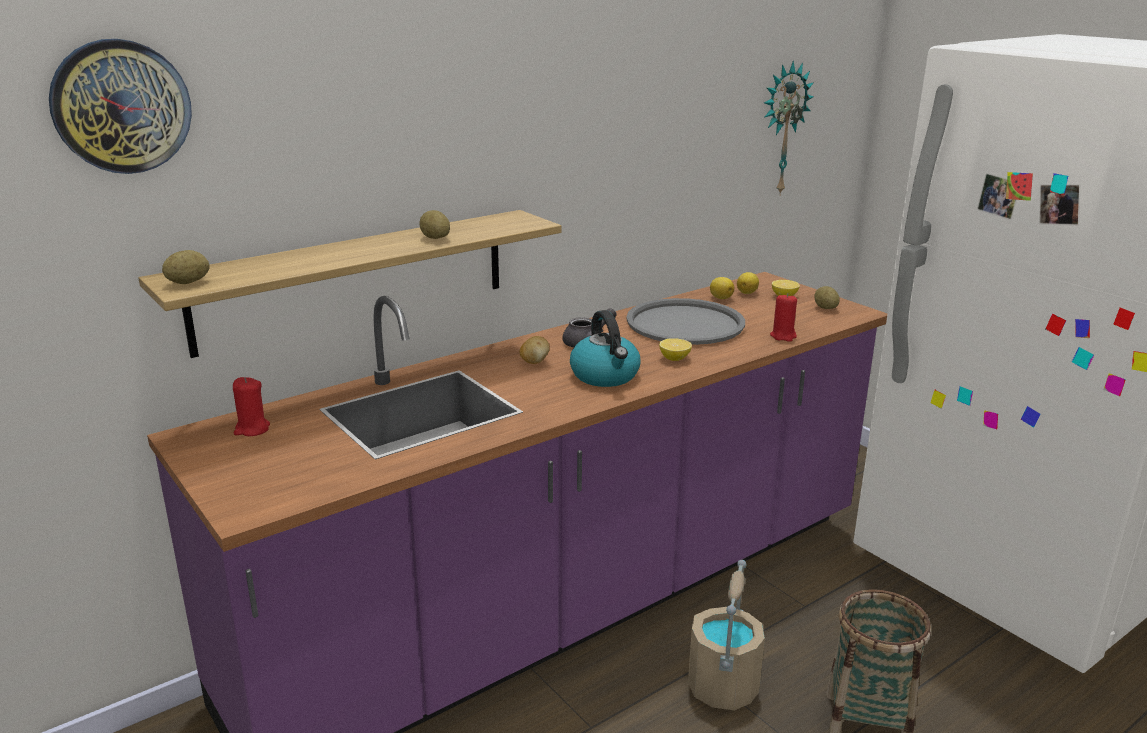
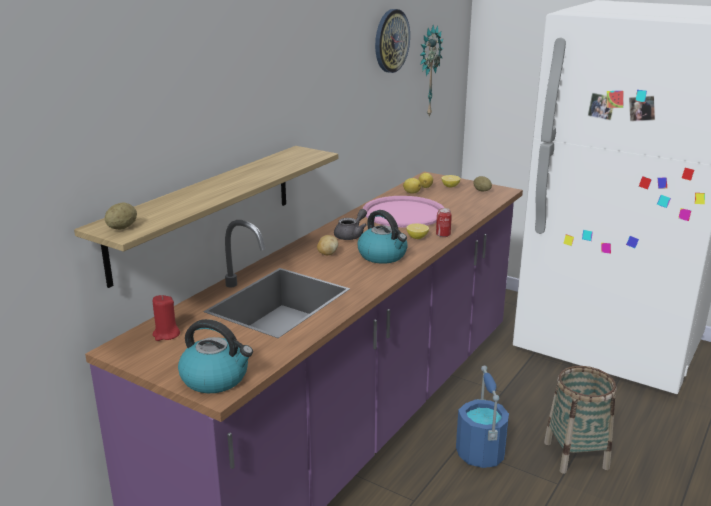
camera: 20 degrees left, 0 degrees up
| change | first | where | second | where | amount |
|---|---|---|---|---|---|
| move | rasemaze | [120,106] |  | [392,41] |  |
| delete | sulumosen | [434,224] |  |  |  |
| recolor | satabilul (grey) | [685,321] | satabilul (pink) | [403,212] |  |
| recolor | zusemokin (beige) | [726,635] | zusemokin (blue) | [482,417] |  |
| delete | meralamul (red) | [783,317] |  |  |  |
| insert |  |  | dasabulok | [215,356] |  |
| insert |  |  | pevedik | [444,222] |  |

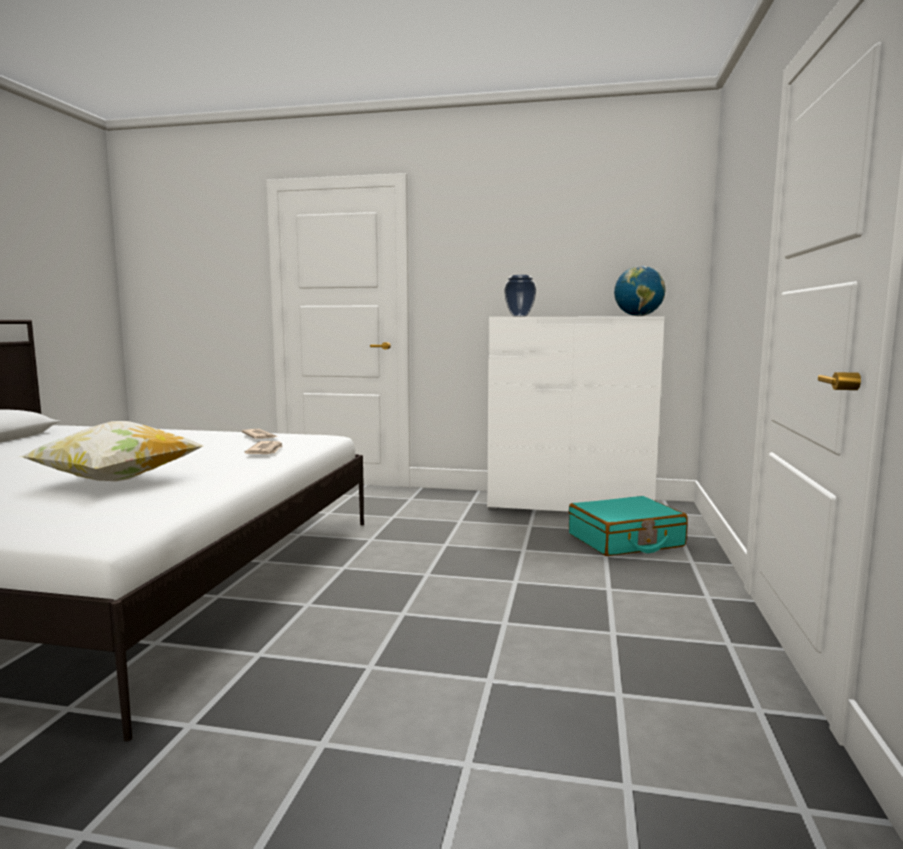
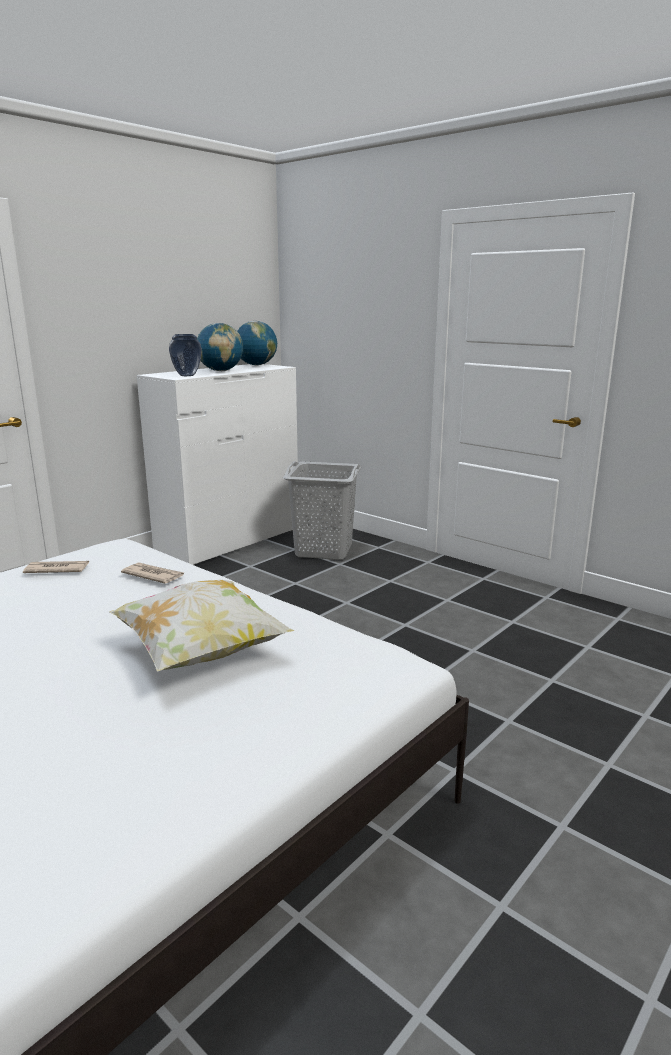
camera: 60 degrees left, 10 degrees up
| change | first | where | second | where | amount |
|---|---|---|---|---|---|
| replace | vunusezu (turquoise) | [628,526] | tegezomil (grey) | [322,510] |  |
| insert |  |  | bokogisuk | [220,347] |  |

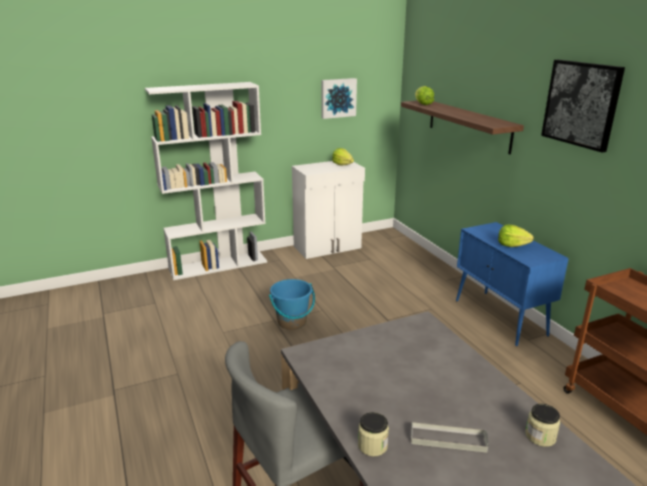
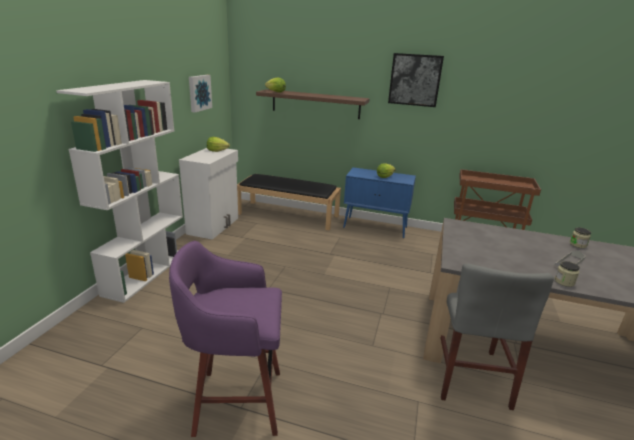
camera: 50 degrees left, 0 degrees up
| change | first | where | second | where | amount |
|---|---|---|---|---|---|
| delete | zusemokin (blue) | [292,304] |  |  |  |
| insert |  |  | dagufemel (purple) | [225,339] |  |
| insert |  |  | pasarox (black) | [289,202] |  |

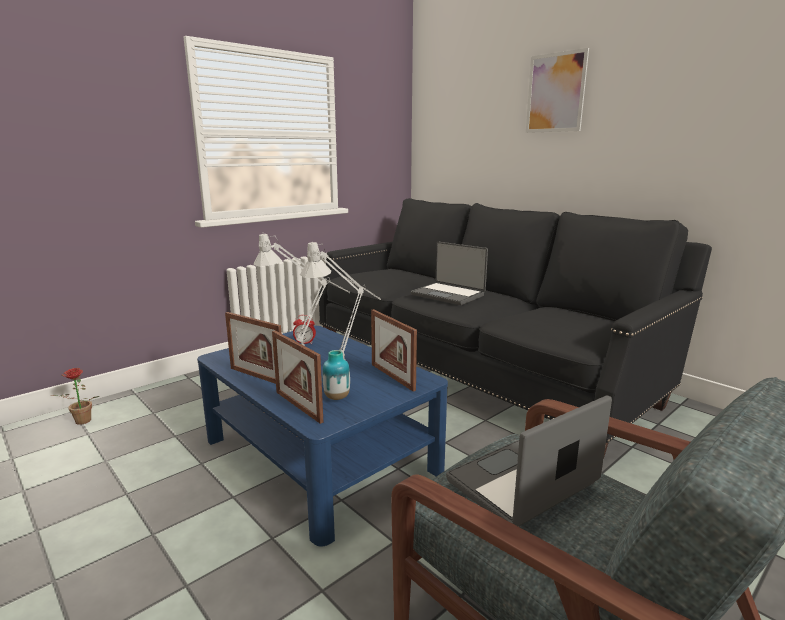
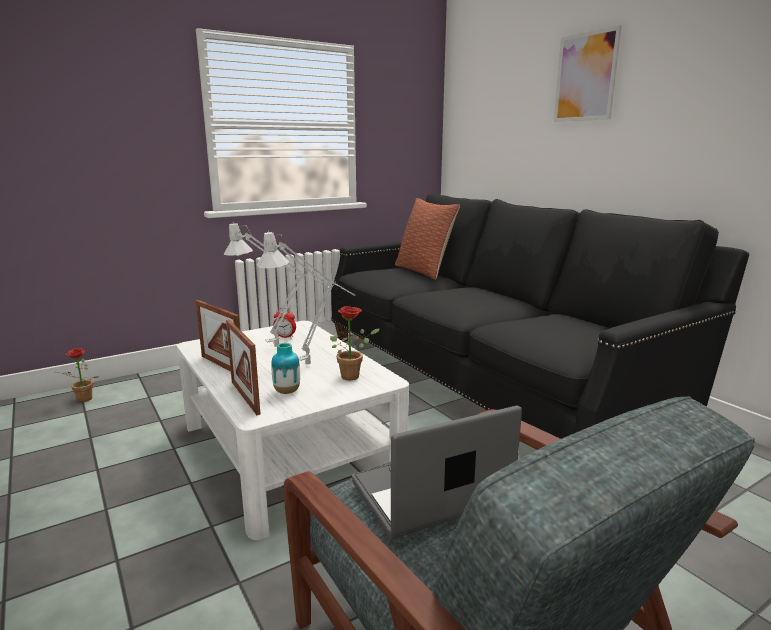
camera: 10 degrees right, 0 degrees up
| change | first | where | second | where | amount |
|---|---|---|---|---|---|
| recolor | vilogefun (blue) | [322,436] | vilogefun (white) | [293,430] |  |
| replace | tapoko | [394,350] | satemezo | [355,343] |  |
| delete | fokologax | [449,273] |  |  |  |
| insert |  |  | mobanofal | [427,239] |  |

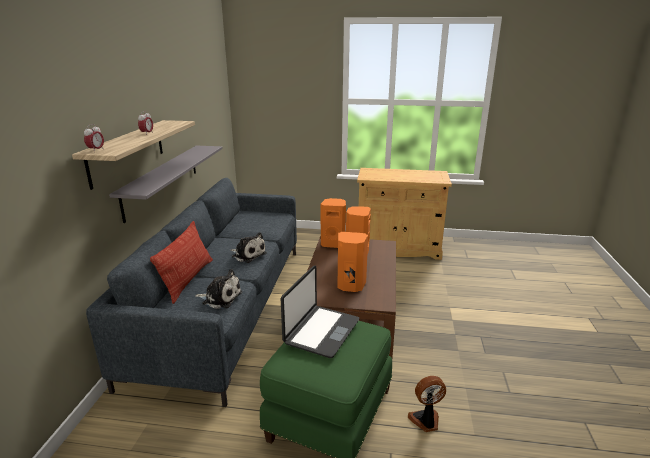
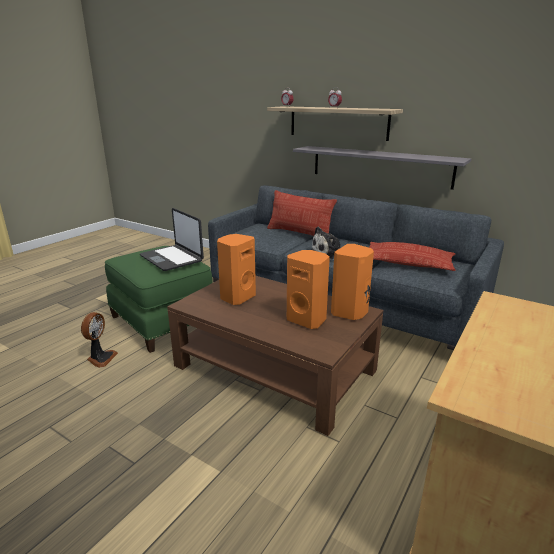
camera: 115 degrees right, 0 degrees up
| change | first | where | second | where | amount |
|---|---|---|---|---|---|
| delete | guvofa | [218,289] |  |  |  |
| insert |  |  | mobanofal | [412,256] |  |

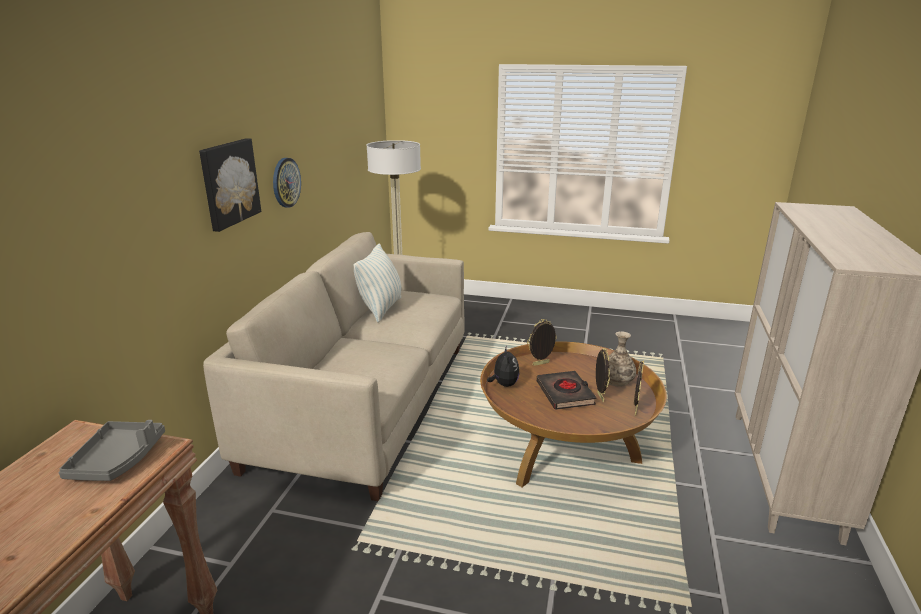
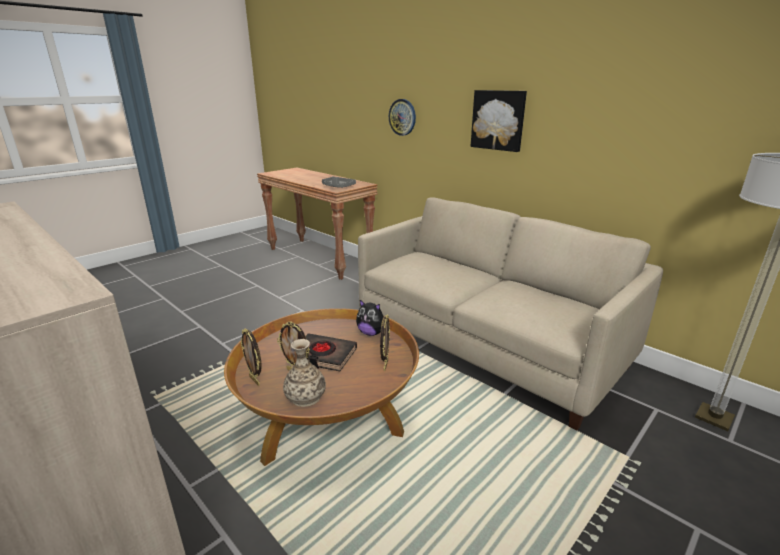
camera: 120 degrees right, 0 degrees up
| change | first | where | second | where | amount |
|---|---|---|---|---|---|
| move | rasemaze | [287,183] |  | [402,117] |  |
| delete | mobanofal | [377,283] |  |  |  |

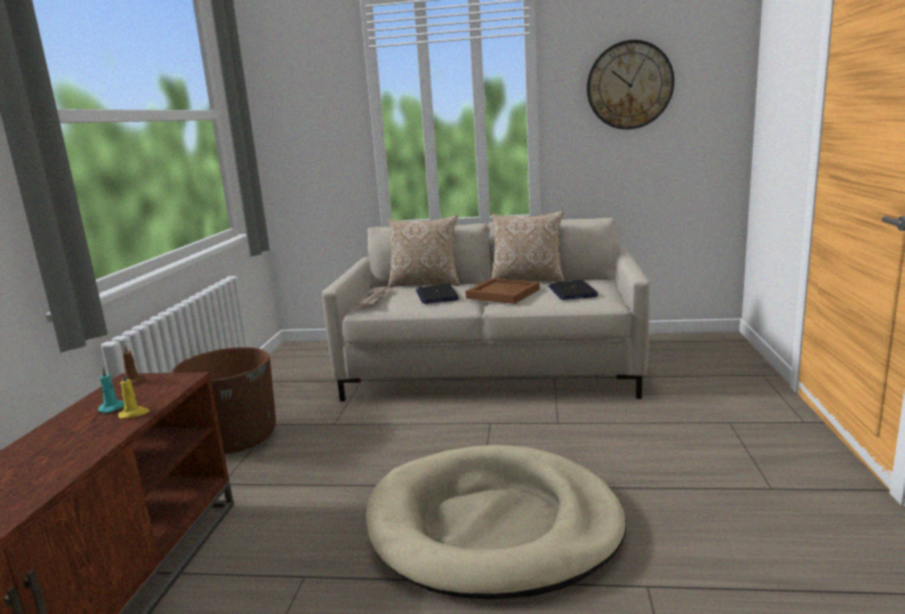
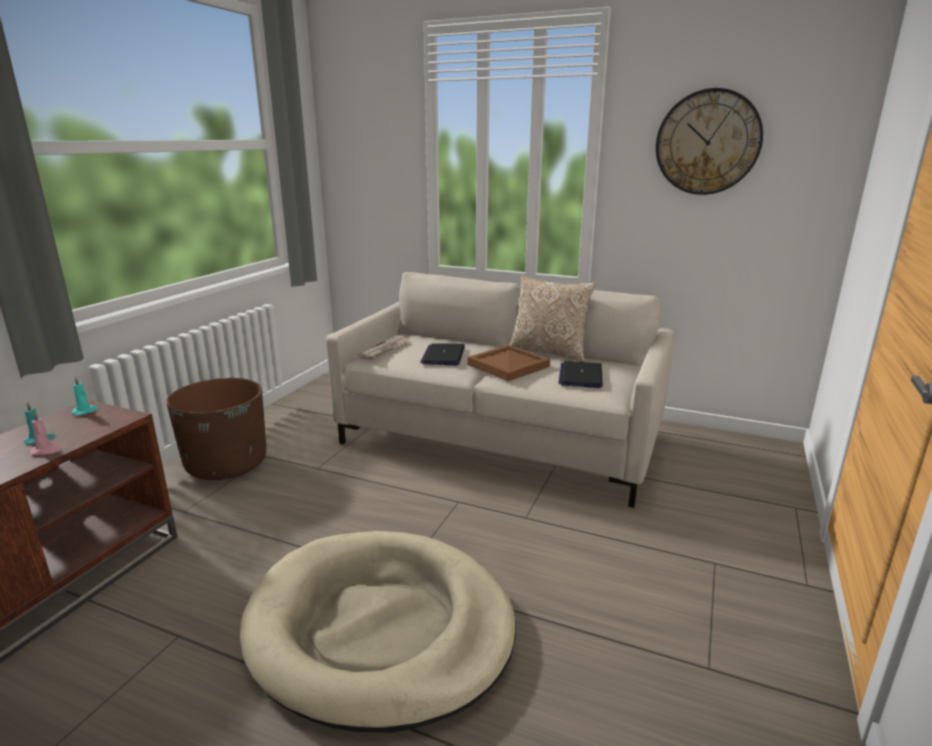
camera: 15 degrees right, 5 degrees up
| change | first | where | second | where | amount |
|---|---|---|---|---|---|
| recolor | meralamul (yellow) | [134,395] | meralamul (pink) | [45,433] |  |
| recolor | meralamul (brown) | [133,365] | meralamul (turquoise) | [85,396] |  |
| delete | mobanofal | [424,251] |  |  |  |

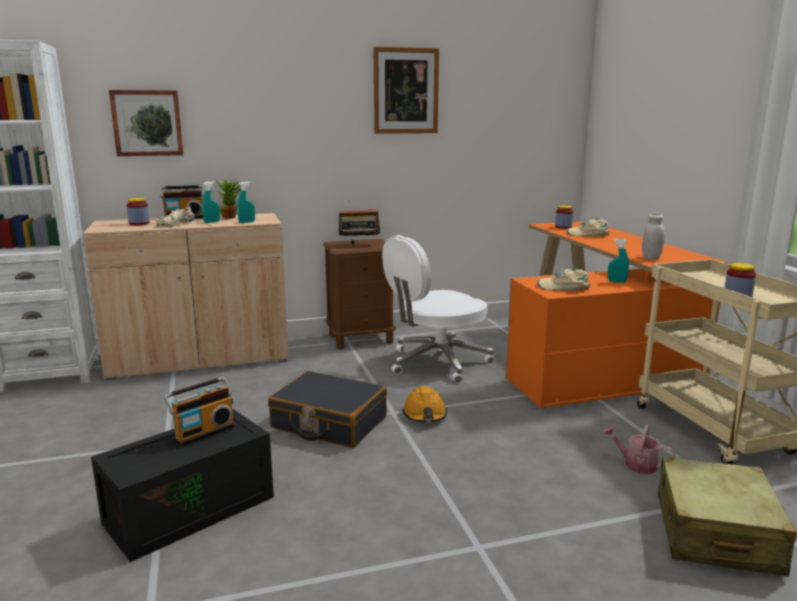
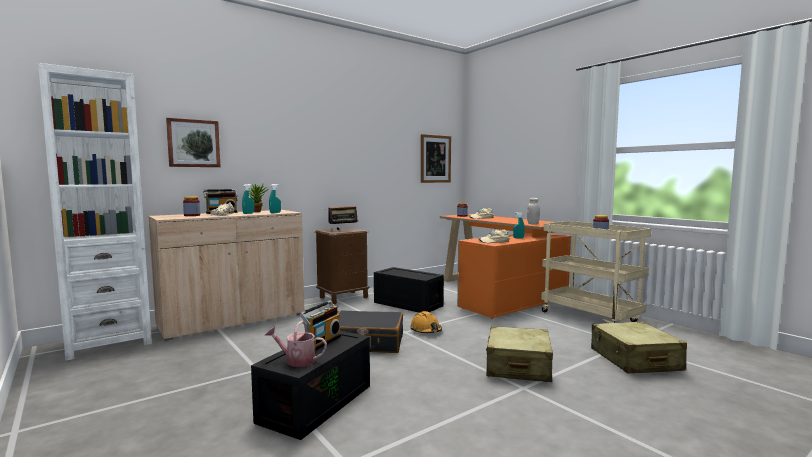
camera: 20 degrees left, 10 degrees down
| change | first | where | second | where | amount |
|---|---|---|---|---|---|
| move | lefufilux | [406,90] |  | [436,158] |  |
| replace | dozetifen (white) | [438,309] | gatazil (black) | [409,290] |  |
| move | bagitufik | [639,449] |  | [296,343] |  |
| insert |  |  | vunusezu (beige) | [519,354] |  |

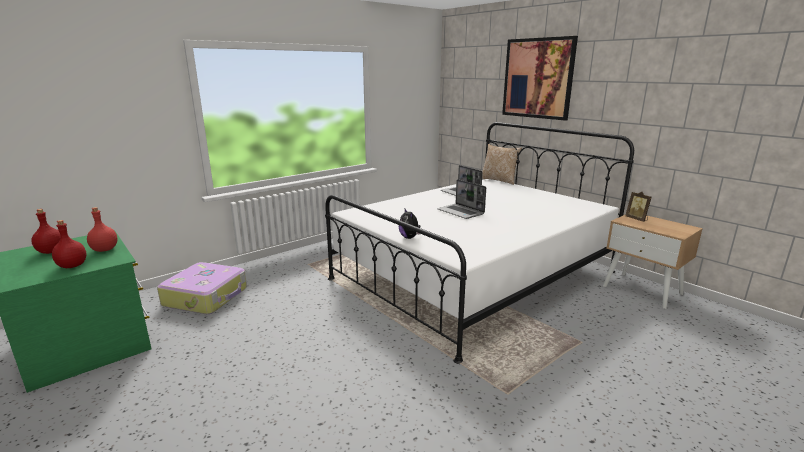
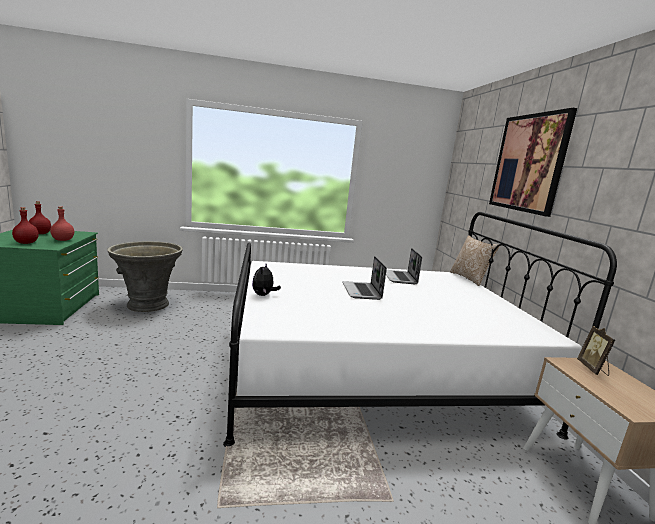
camera: 30 degrees right, 5 degrees down
| change | first | where | second | where | amount |
|---|---|---|---|---|---|
| replace | vunusezu | [202,288] | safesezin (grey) | [145,276] |  |

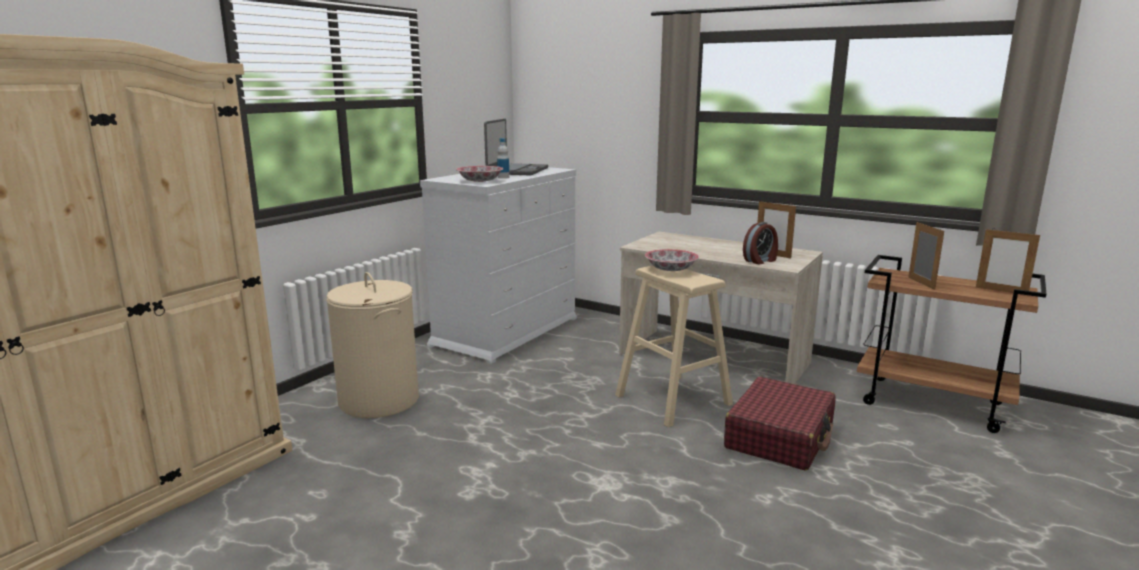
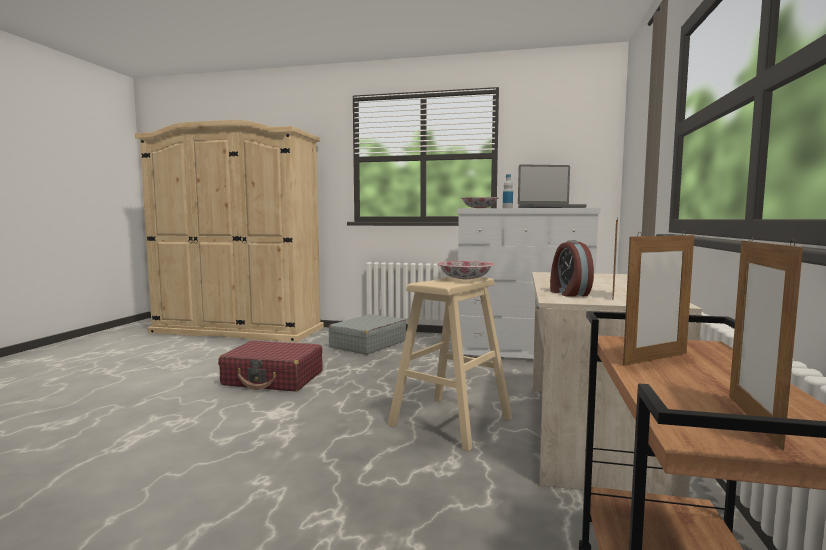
camera: 70 degrees right, 10 degrees down
| change | first | where | second | where | amount |
|---|---|---|---|---|---|
| replace | tegezomil (beige) | [372,345] | vunusezu (grey) | [367,334] |  |
| move | vunusezu (red) | [779,423] |  | [270,366] |  |
| rotate | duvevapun | [760,243] |  | [572,268] | 45 degrees clockwise |

